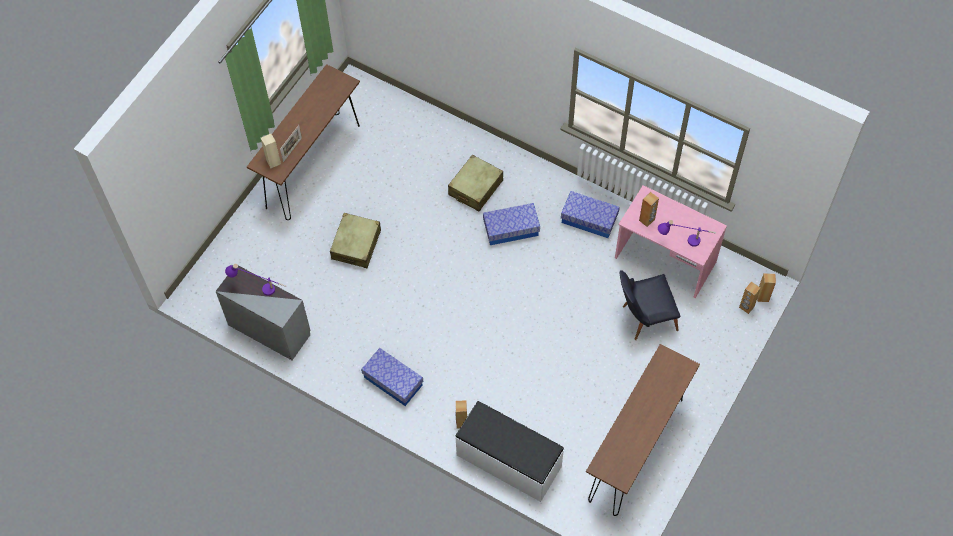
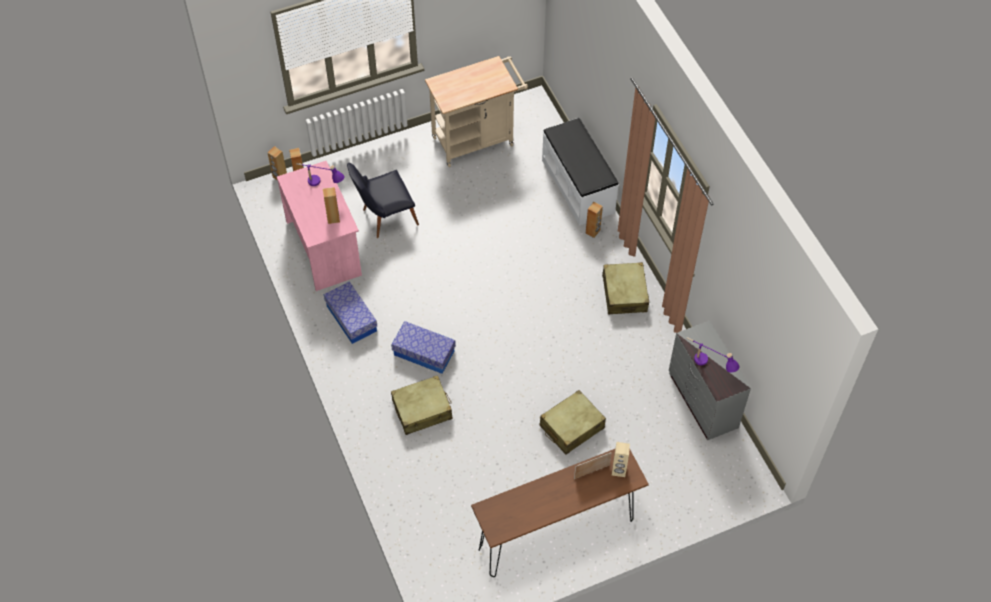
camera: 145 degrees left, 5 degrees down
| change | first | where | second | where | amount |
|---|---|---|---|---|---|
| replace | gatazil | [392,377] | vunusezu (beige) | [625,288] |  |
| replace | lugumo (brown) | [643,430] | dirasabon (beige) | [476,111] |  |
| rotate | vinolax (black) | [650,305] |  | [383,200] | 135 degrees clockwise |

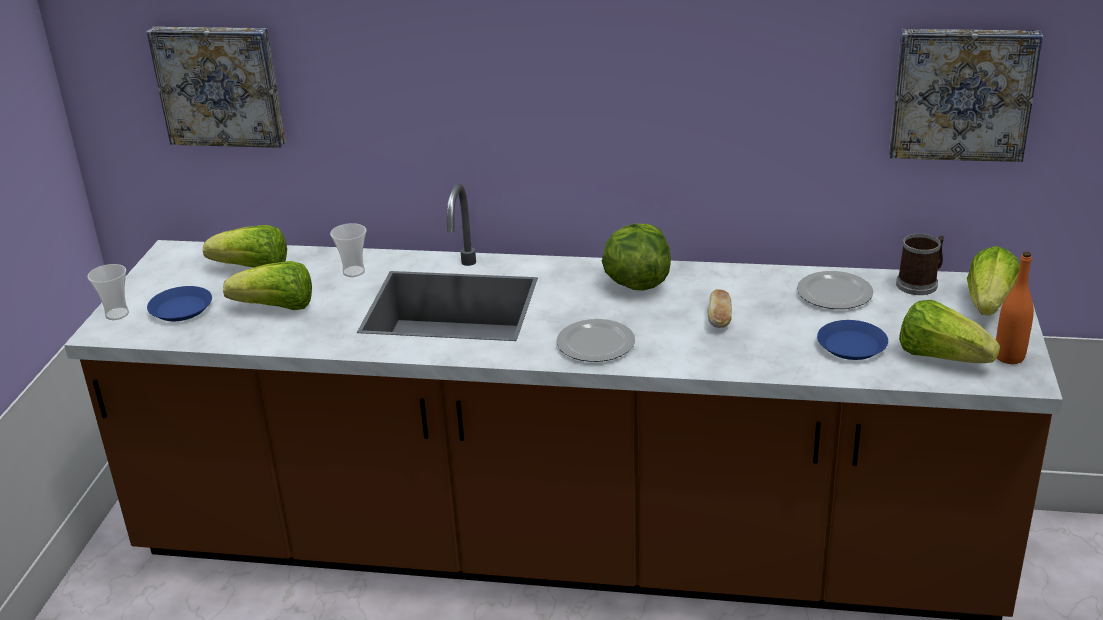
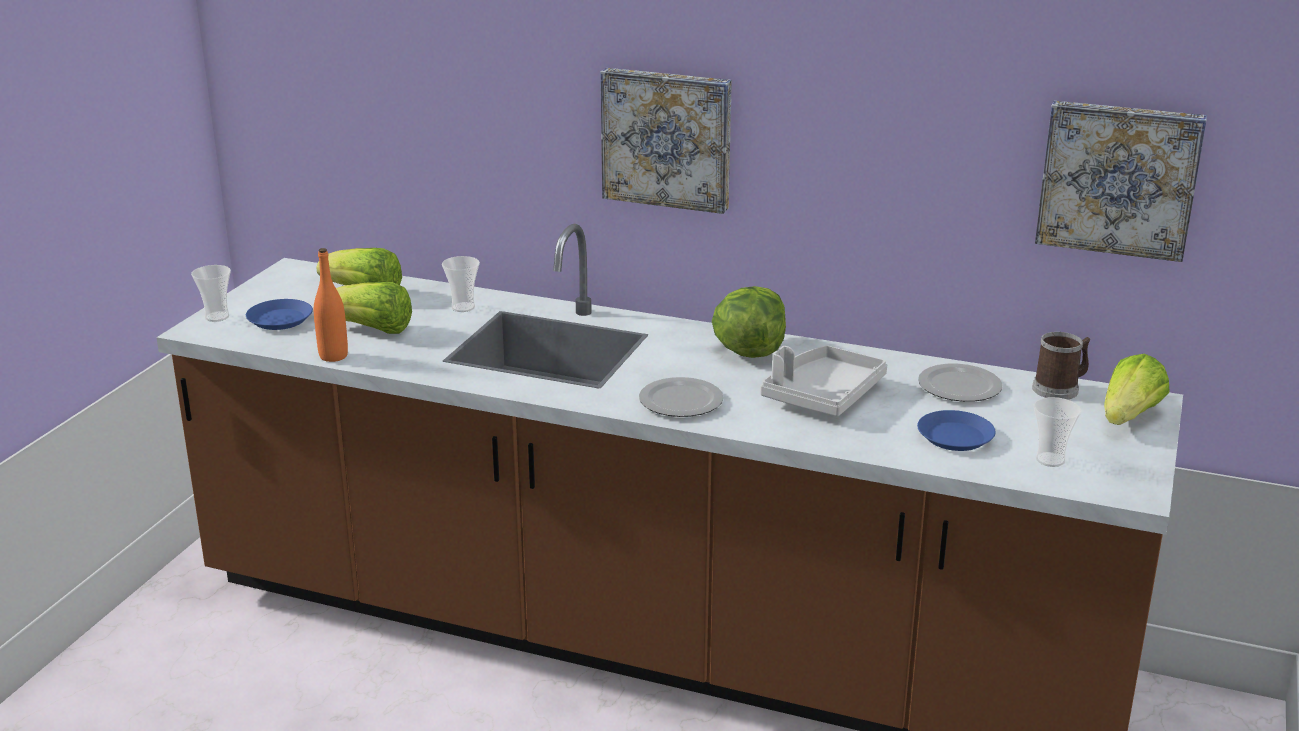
camera: 10 degrees right, 5 degrees down
| change | first | where | second | where | amount |
|---|---|---|---|---|---|
| move | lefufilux | [216,87] |  | [666,141] |  |
| replace | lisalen | [719,308] | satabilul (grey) | [823,381] |  |
| replace | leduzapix | [949,331] | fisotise | [1057,432] |  |
| move | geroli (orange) | [1015,308] |  | [331,305] |  |

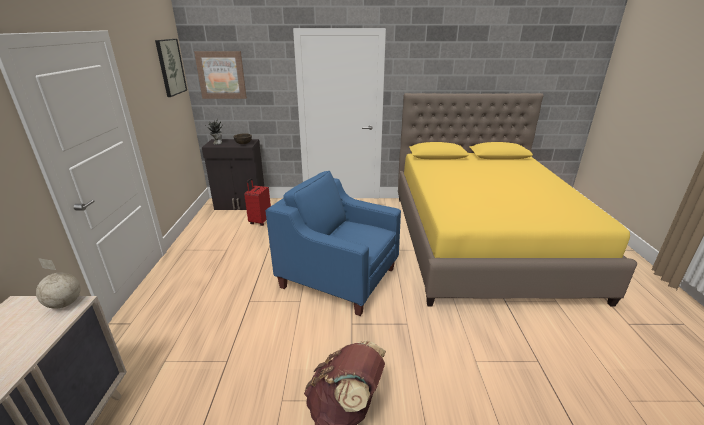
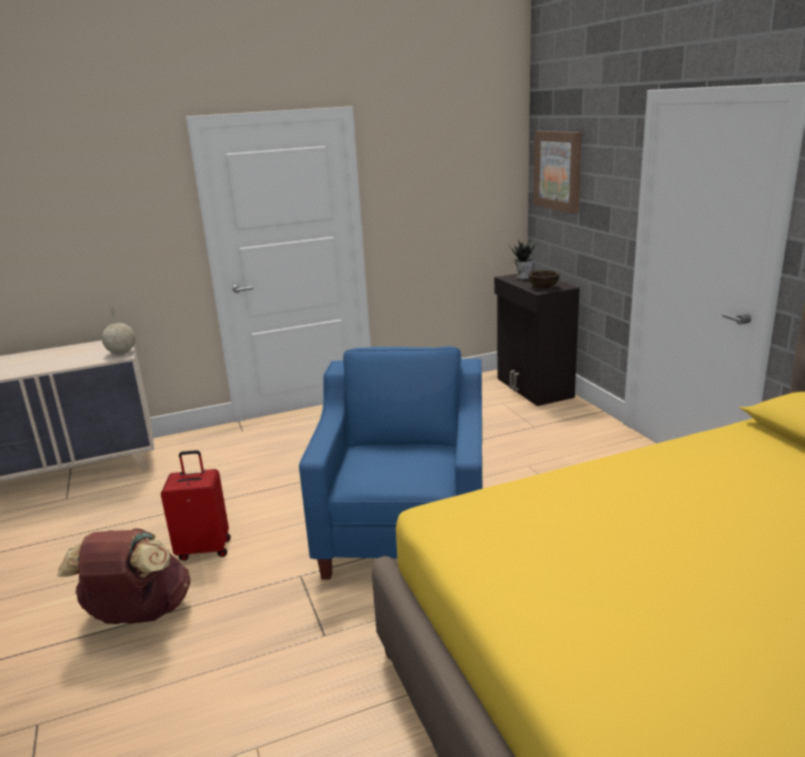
camera: 70 degrees right, 5 degrees down
| change | first | where | second | where | amount |
|---|---|---|---|---|---|
| delete | lefufilux | [171,68] |  |  |  |
| move | vunusezu (red) | [257,202] |  | [196,505] |  |

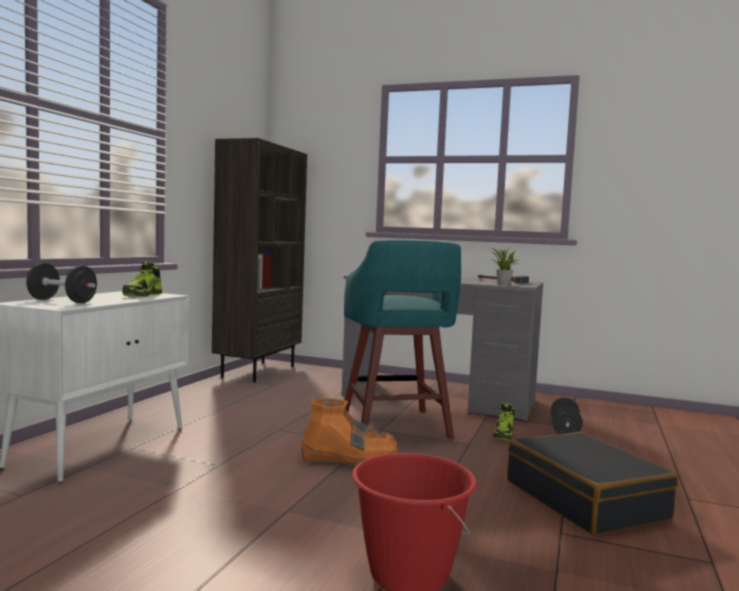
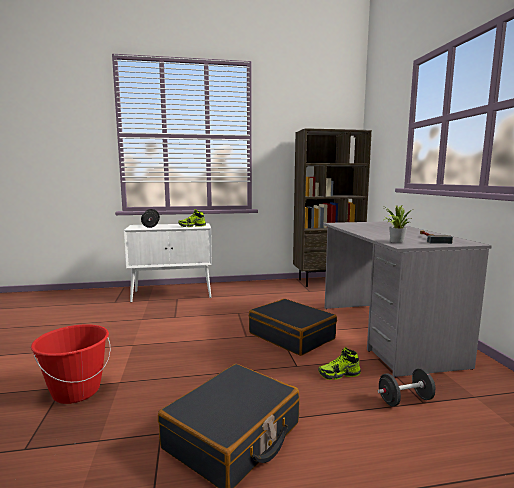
camera: 60 degrees right, 5 degrees up
| change | first | where | second | where | amount |
|---|---|---|---|---|---|
| delete | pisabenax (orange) | [349,432] |  |  |  |
| replace | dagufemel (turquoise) | [402,339] | vunusezu (black) | [293,327] |  |

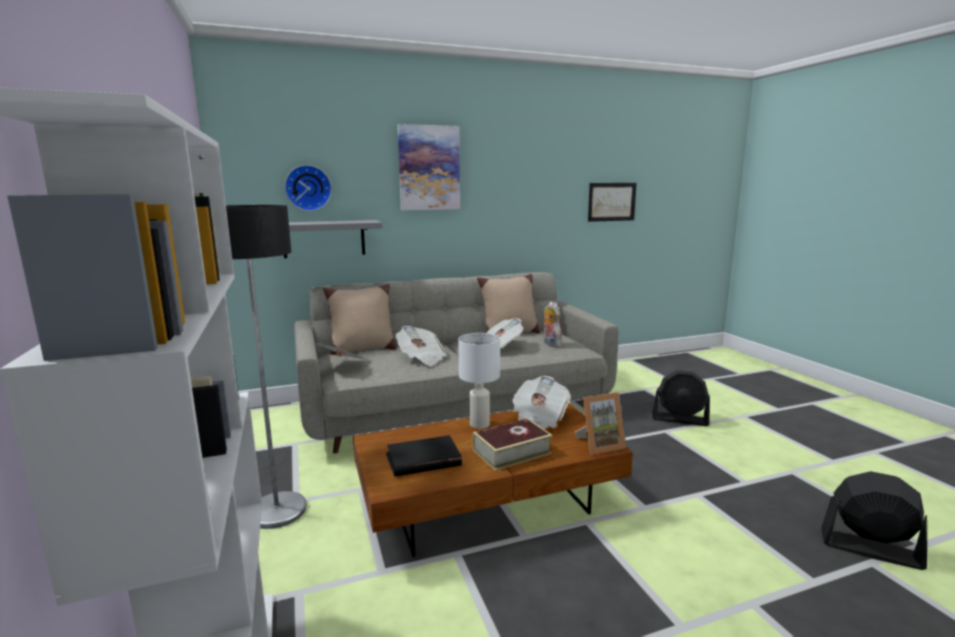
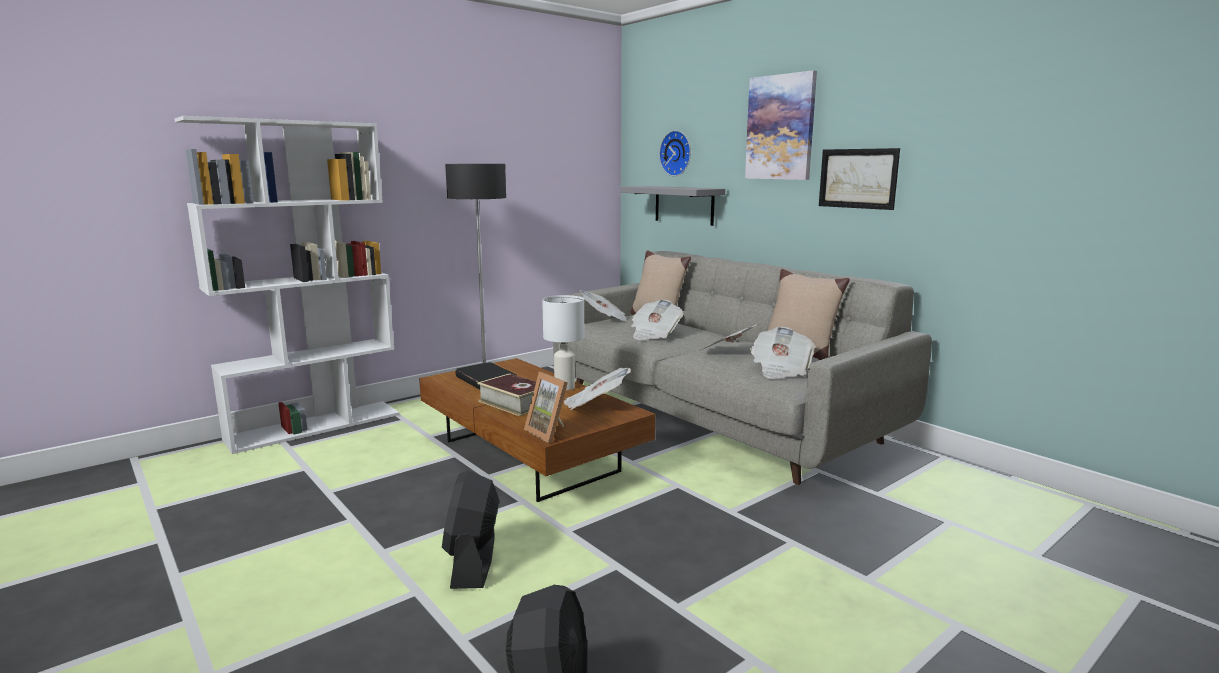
camera: 70 degrees right, 0 degrees up
| change | first | where | second | where | amount |
|---|---|---|---|---|---|
| replace | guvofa | [552,324] | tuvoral | [782,353] |  |
| move | lefufilux | [612,202] |  | [859,179] |  |
| move | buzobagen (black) | [681,398] |  | [470,529] |  |

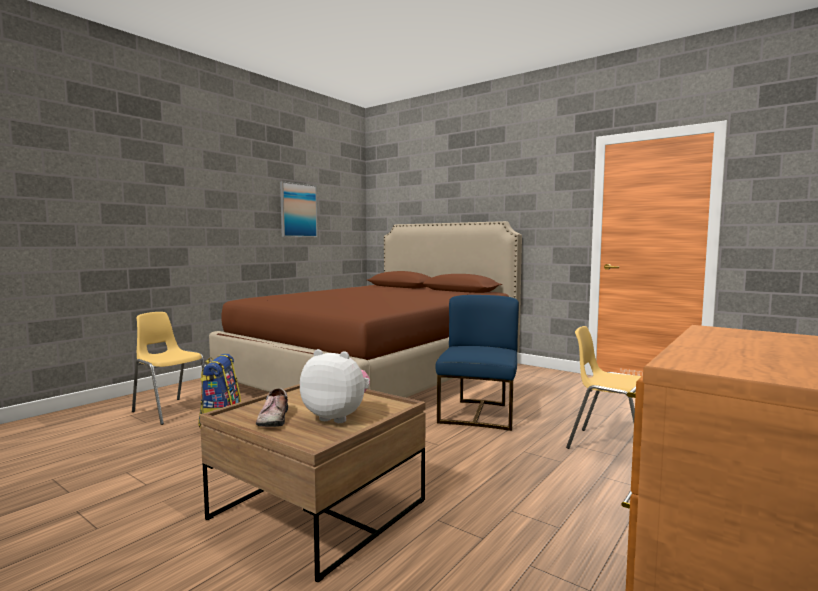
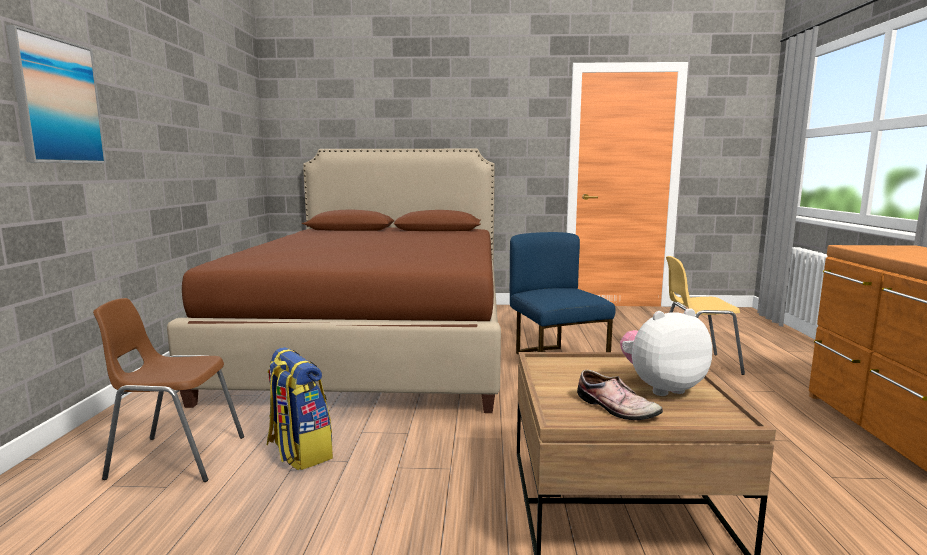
camera: 35 degrees left, 5 degrees up
| change | first | where | second | where | amount |
|---|---|---|---|---|---|
| recolor | vinolax (yellow) | [168,368] | vinolax (brown) | [168,390] |  |
| move | lefufilux | [299,209] |  | [56,94] |  |

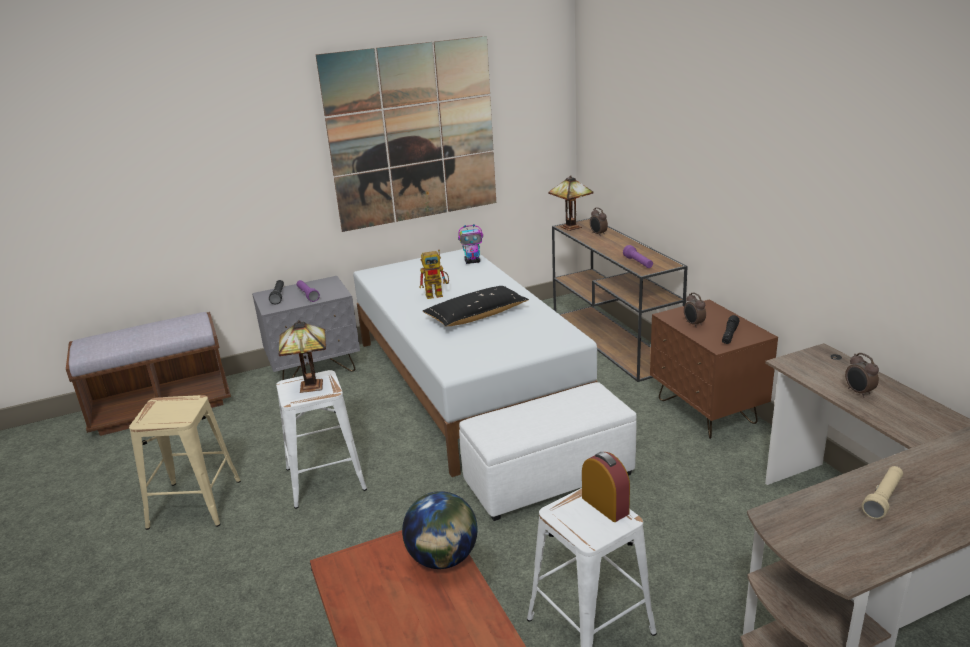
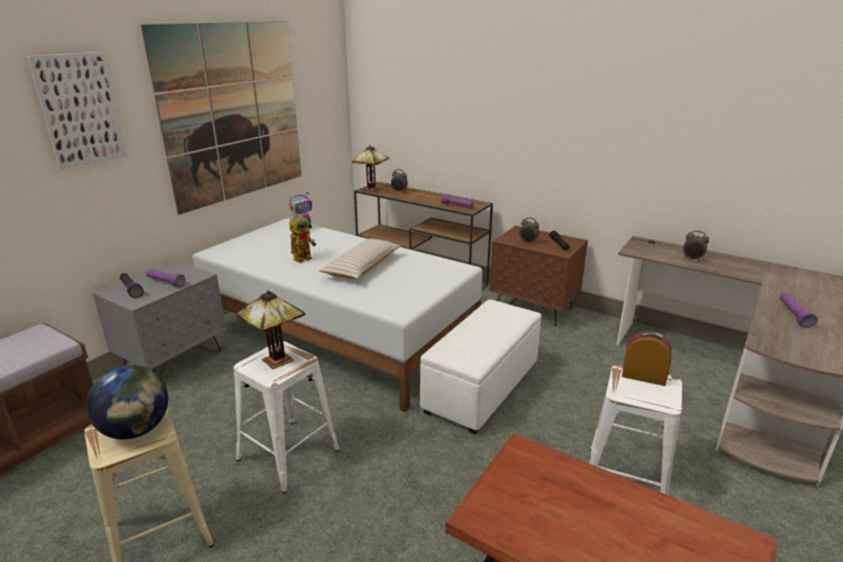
camera: 35 degrees left, 0 degrees up
| change | first | where | second | where | amount |
|---|---|---|---|---|---|
| move | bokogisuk | [440,530] |  | [127,402] |  |
| recolor | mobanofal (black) | [476,306] | mobanofal (beige) | [360,259] |  |
| recolor | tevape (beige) | [882,492] | tevape (purple) | [799,310] |  |
| insert |  |  | lefufilux | [77,111] |  |

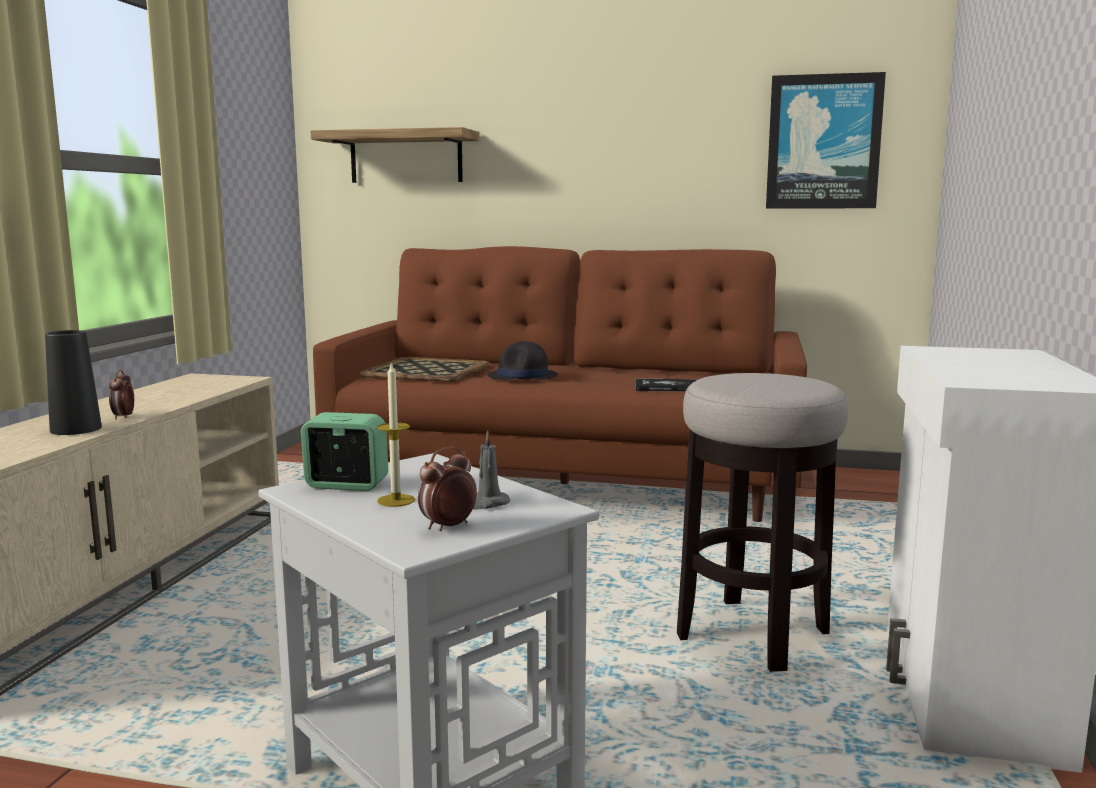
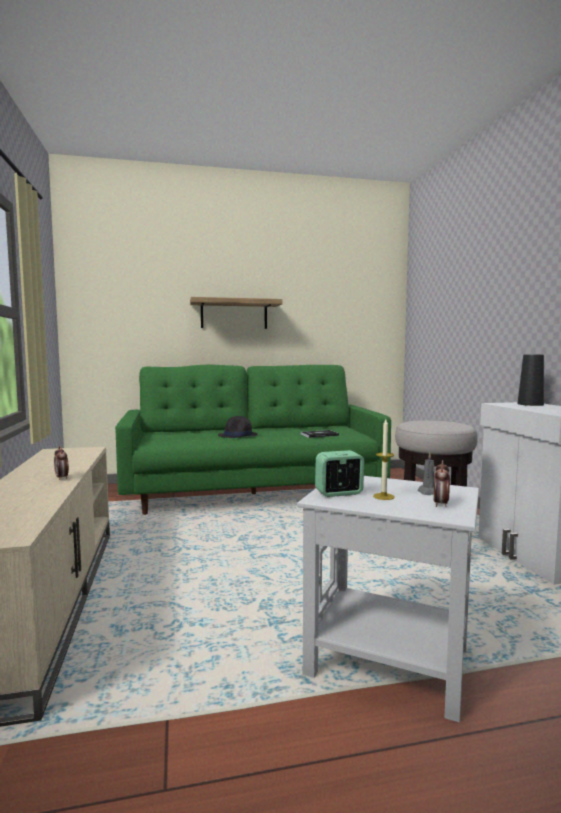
camera: 25 degrees left, 5 degrees down
| change | first | where | second | where | amount |
|---|---|---|---|---|---|
| move | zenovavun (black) | [73,382] |  | [531,380] |  |
| move | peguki | [395,155] |  | [236,313] |  |
| recolor | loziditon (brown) | [560,384] | loziditon (green) | [253,440] |  |
| delete | satabilul | [425,369] |  |  |  |
| delete | lefufilux | [826,140] |  |  |  |

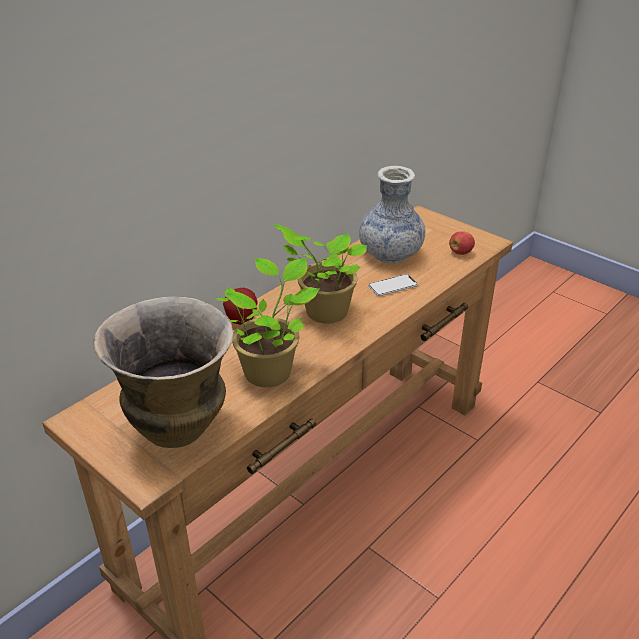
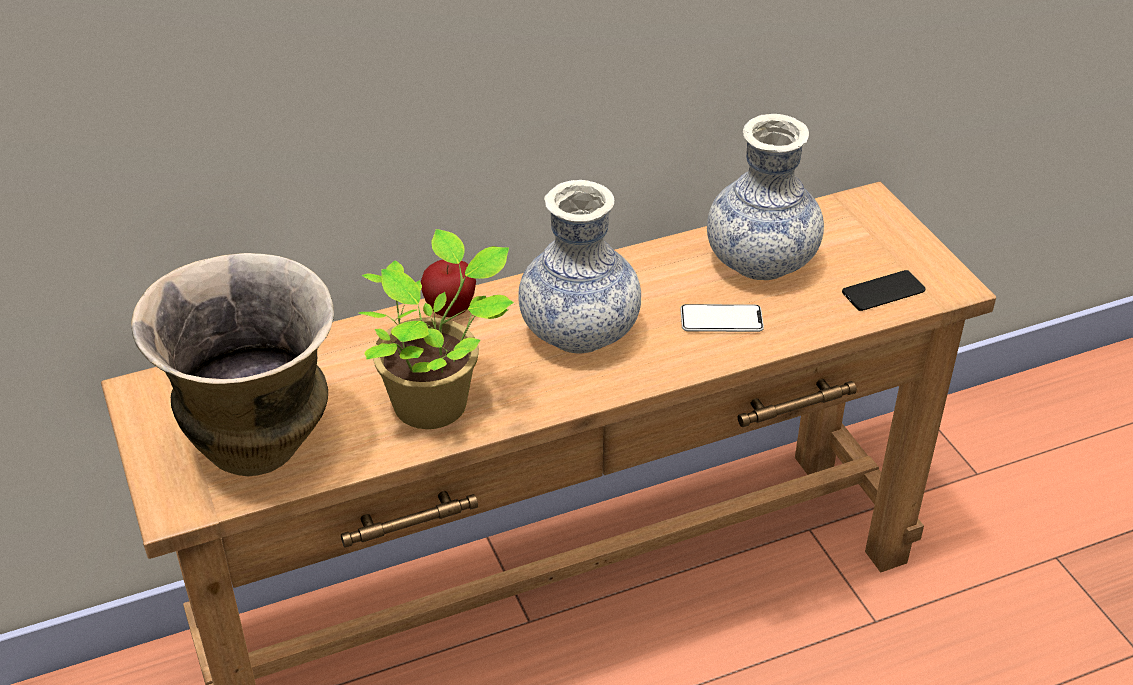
camera: 25 degrees right, 5 degrees up
| change | first | where | second | where | amount |
|---|---|---|---|---|---|
| replace | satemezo | [320,273] | zenovavun | [579,266] |  |
| replace | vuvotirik | [462,243] | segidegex | [884,290] |  |

